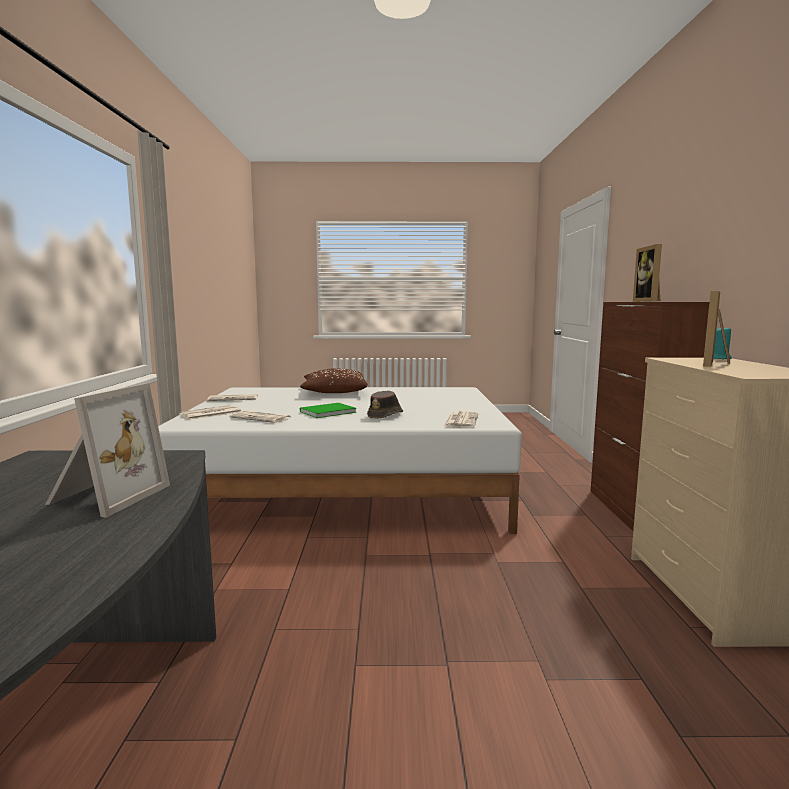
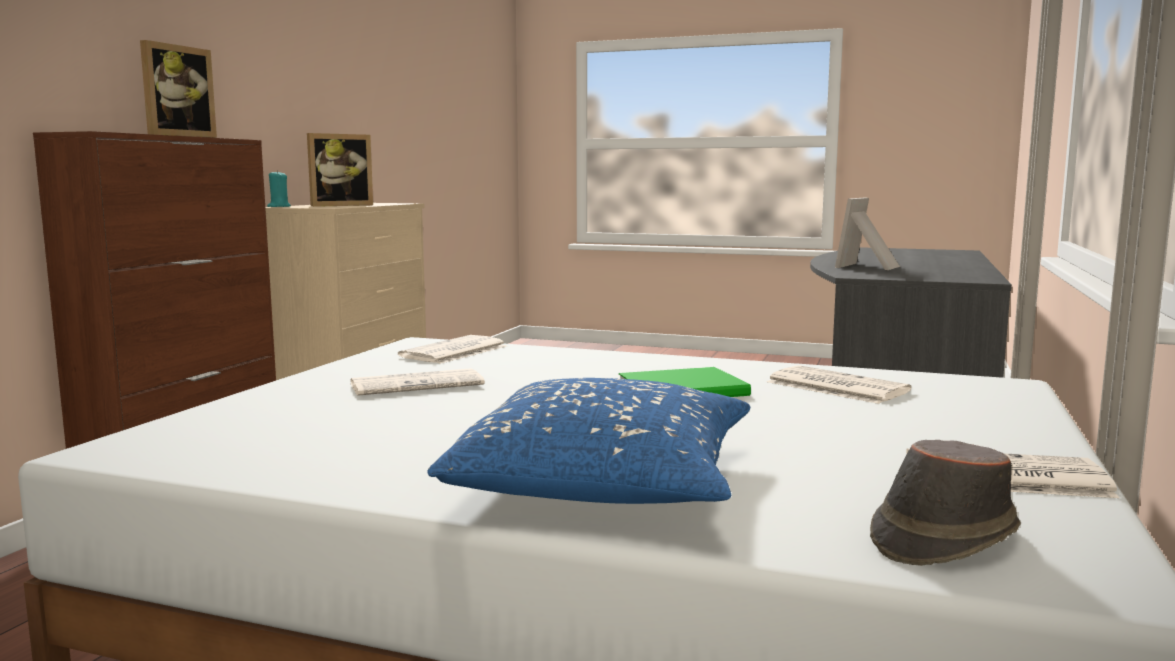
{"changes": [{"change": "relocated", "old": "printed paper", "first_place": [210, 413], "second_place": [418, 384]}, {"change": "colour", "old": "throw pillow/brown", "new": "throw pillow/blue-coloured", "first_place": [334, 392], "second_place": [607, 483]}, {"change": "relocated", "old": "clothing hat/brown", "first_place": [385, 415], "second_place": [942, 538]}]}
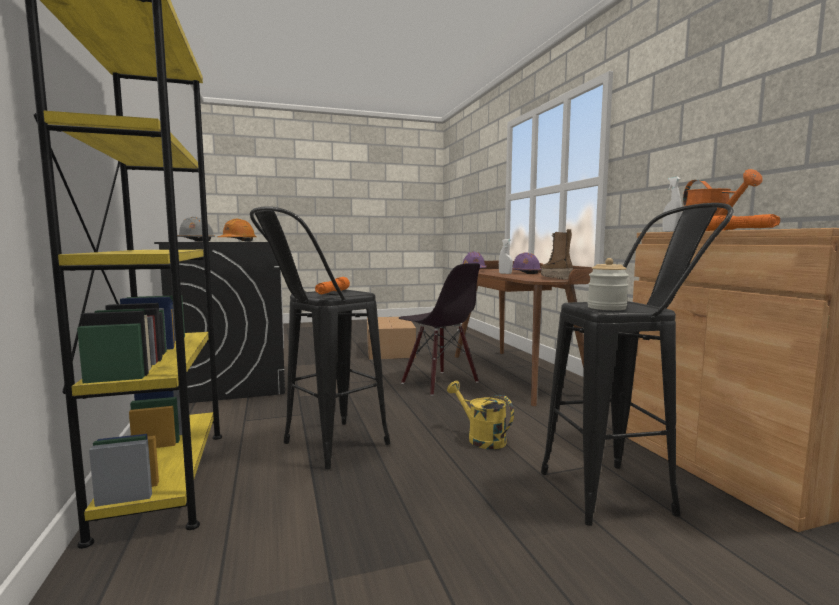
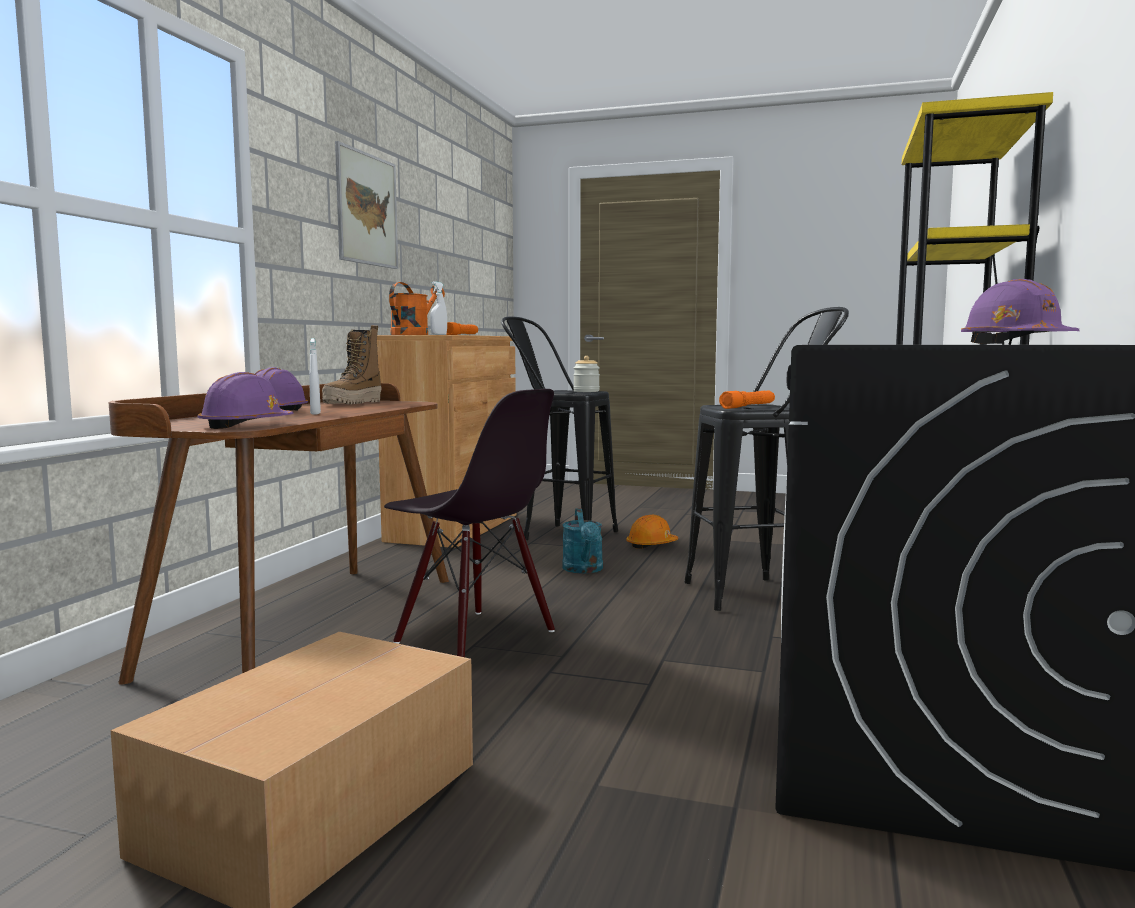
{"changes": [{"change": "colour", "old": "hard hat/greyish", "new": "hard hat/purplish", "first_place": [195, 241], "second_place": [1015, 343]}, {"change": "relocated", "old": "hard hat/orange-coloured", "first_place": [237, 241], "second_place": [651, 545]}, {"change": "spun", "old": "chair/black", "first_place": [439, 383], "second_place": [474, 638], "degrees": 135}, {"change": "colour", "old": "watering can/yellow-coloured", "new": "watering can/turquoise", "first_place": [481, 438], "second_place": [584, 570]}, {"change": "appeared", "new": "picture", "second_place": [367, 209]}]}
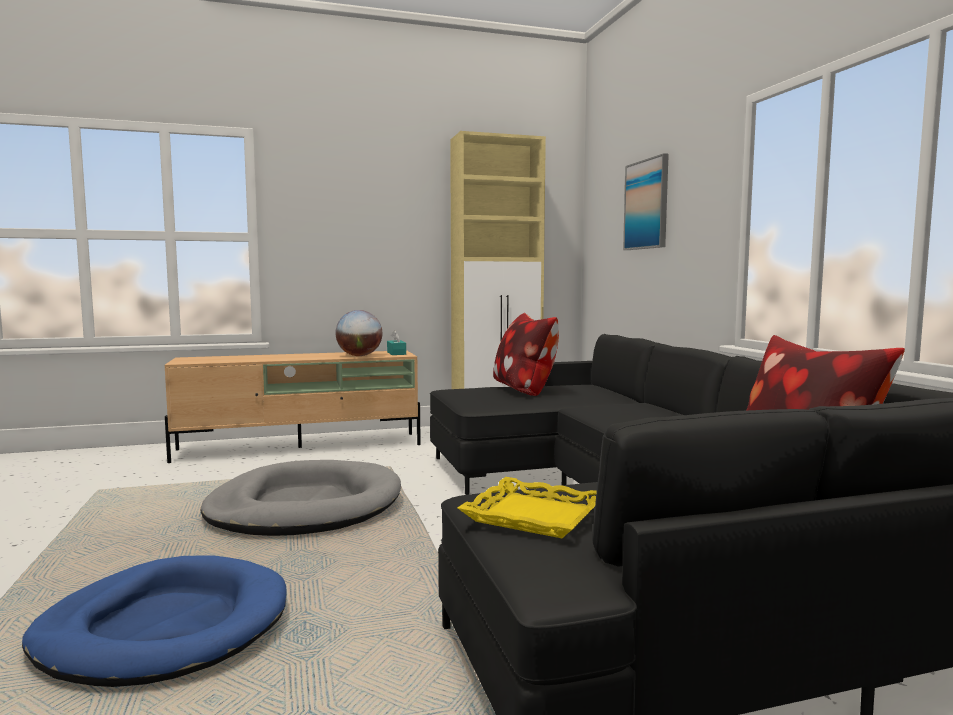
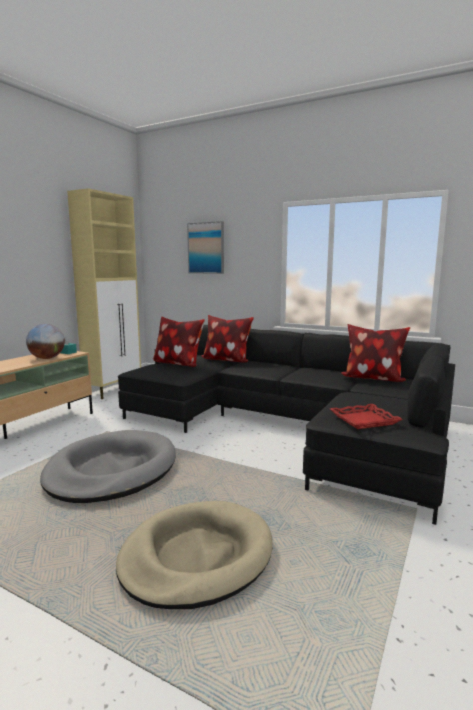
{"changes": [{"change": "colour", "old": "dog bed/blue-coloured", "new": "dog bed/beige-coloured", "first_place": [165, 627], "second_place": [196, 556]}, {"change": "colour", "old": "tray/yellow-coloured", "new": "tray/red", "first_place": [533, 516], "second_place": [364, 420]}, {"change": "appeared", "new": "throw pillow", "second_place": [226, 360]}]}
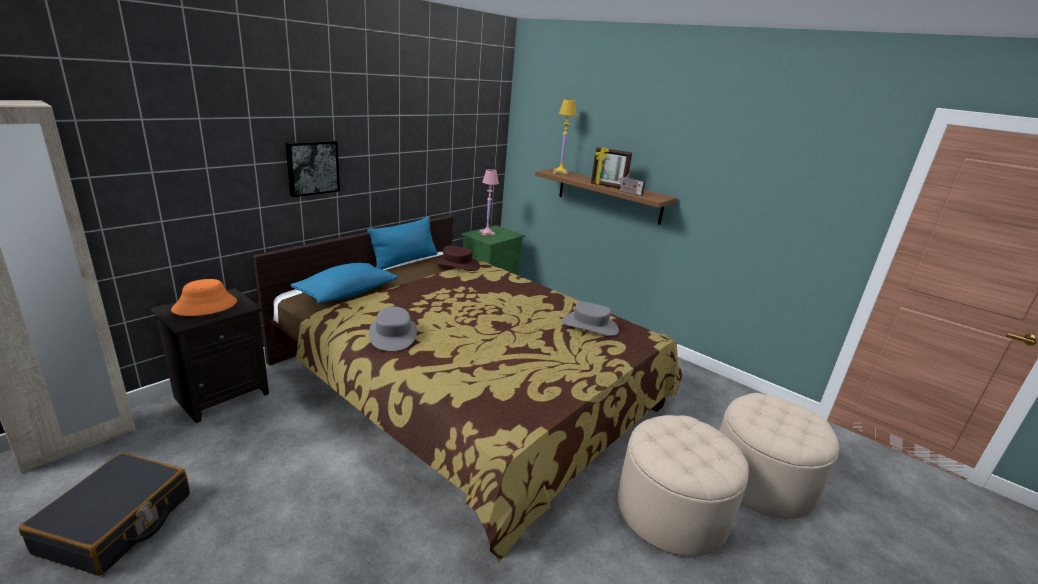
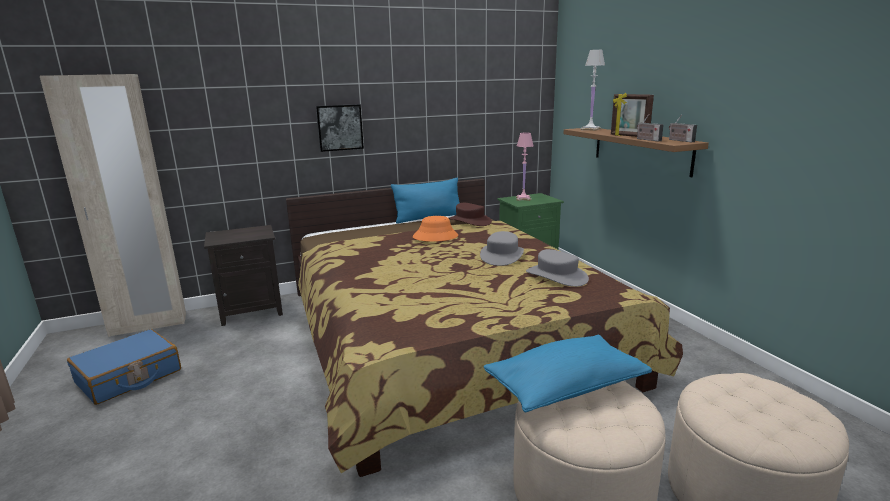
{"changes": [{"change": "colour", "old": "travel case/black", "new": "travel case/blue-coloured", "first_place": [117, 523], "second_place": [129, 377]}, {"change": "relocated", "old": "clothing hat/orange-coloured", "first_place": [205, 306], "second_place": [435, 237]}, {"change": "relocated", "old": "throw pillow/blue-coloured", "first_place": [346, 294], "second_place": [565, 388]}, {"change": "relocated", "old": "clothing hat/greyish", "first_place": [393, 335], "second_place": [502, 255]}, {"change": "colour", "old": "table lamp/yellow-coloured", "new": "table lamp/white", "first_place": [560, 172], "second_place": [590, 129]}, {"change": "appeared", "new": "radio receiver", "second_place": [680, 140]}]}
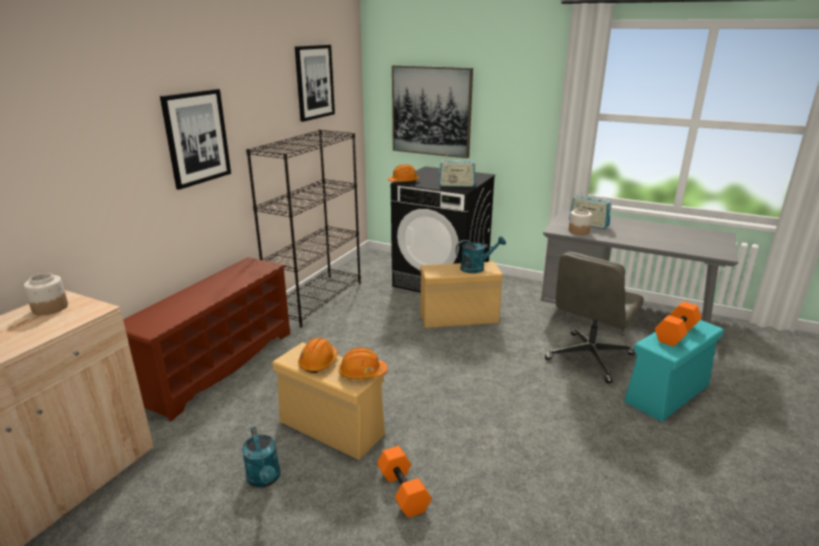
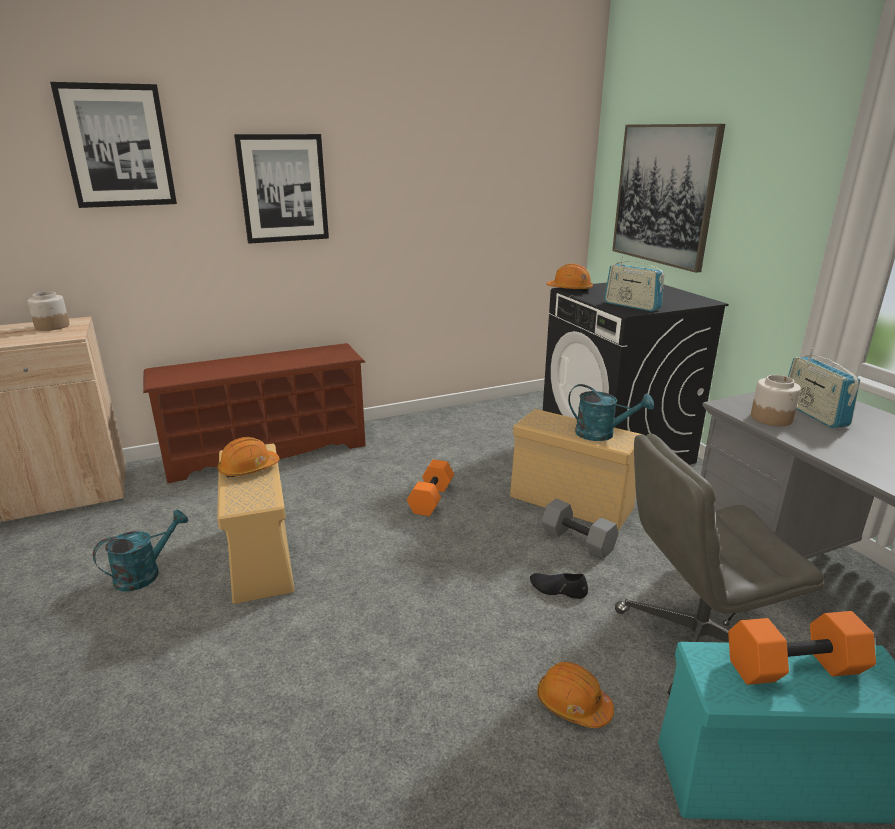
{"changes": [{"change": "spun", "old": "watering can/turquoise", "first_place": [265, 479], "second_place": [145, 573], "degrees": -150}, {"change": "missing", "old": "bookcase/black", "first_place": [316, 299]}, {"change": "relocated", "old": "picture", "first_place": [314, 82], "second_place": [117, 146]}, {"change": "relocated", "old": "hard hat/orange-coloured", "first_place": [362, 373], "second_place": [573, 704]}, {"change": "relocated", "old": "dumbbell/orange-coloured", "first_place": [404, 491], "second_place": [432, 499]}, {"change": "appeared", "new": "item of footwear/black", "second_place": [558, 589]}, {"change": "appeared", "new": "dumbbell/greyish", "second_place": [579, 540]}]}
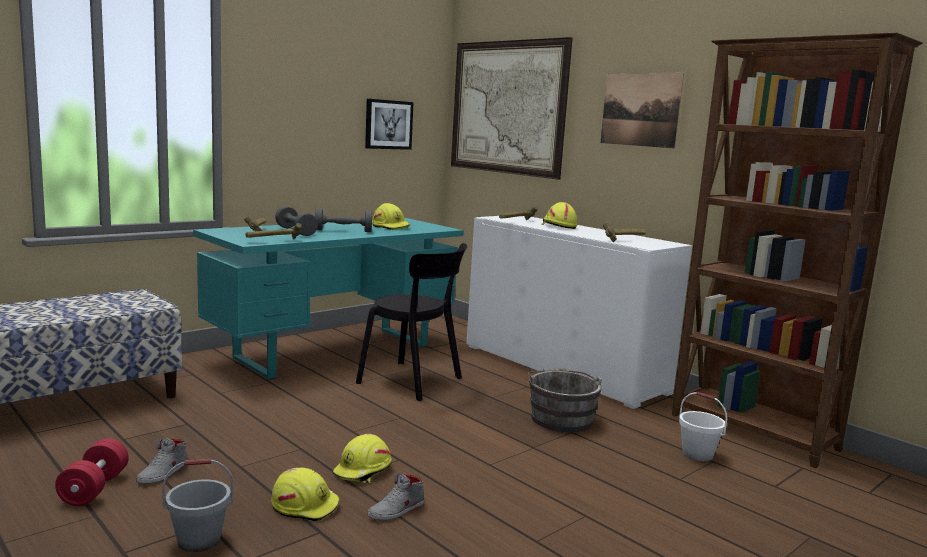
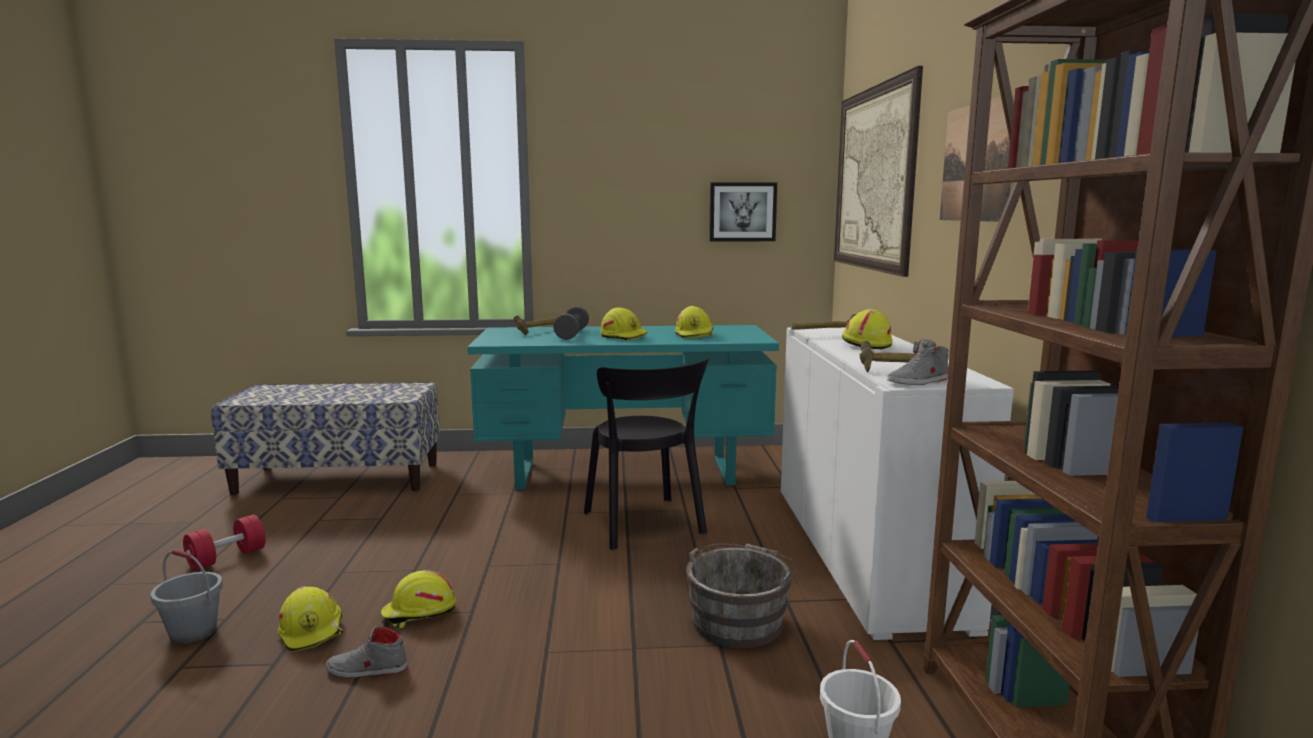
{"changes": [{"change": "relocated", "old": "item of footwear/greyish", "first_place": [163, 473], "second_place": [919, 381]}, {"change": "missing", "old": "hammer", "first_place": [273, 241]}, {"change": "exchanged", "old": "dumbbell/greyish", "new": "hard hat/yellow-coloured", "first_place": [343, 231], "second_place": [624, 336]}]}
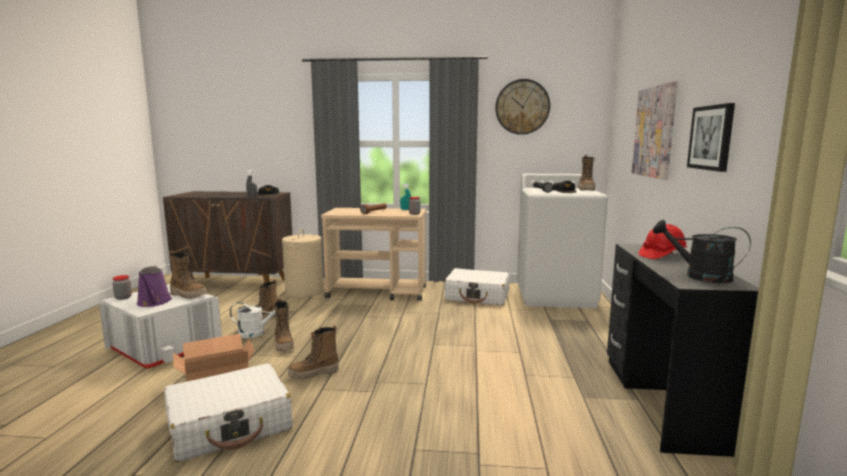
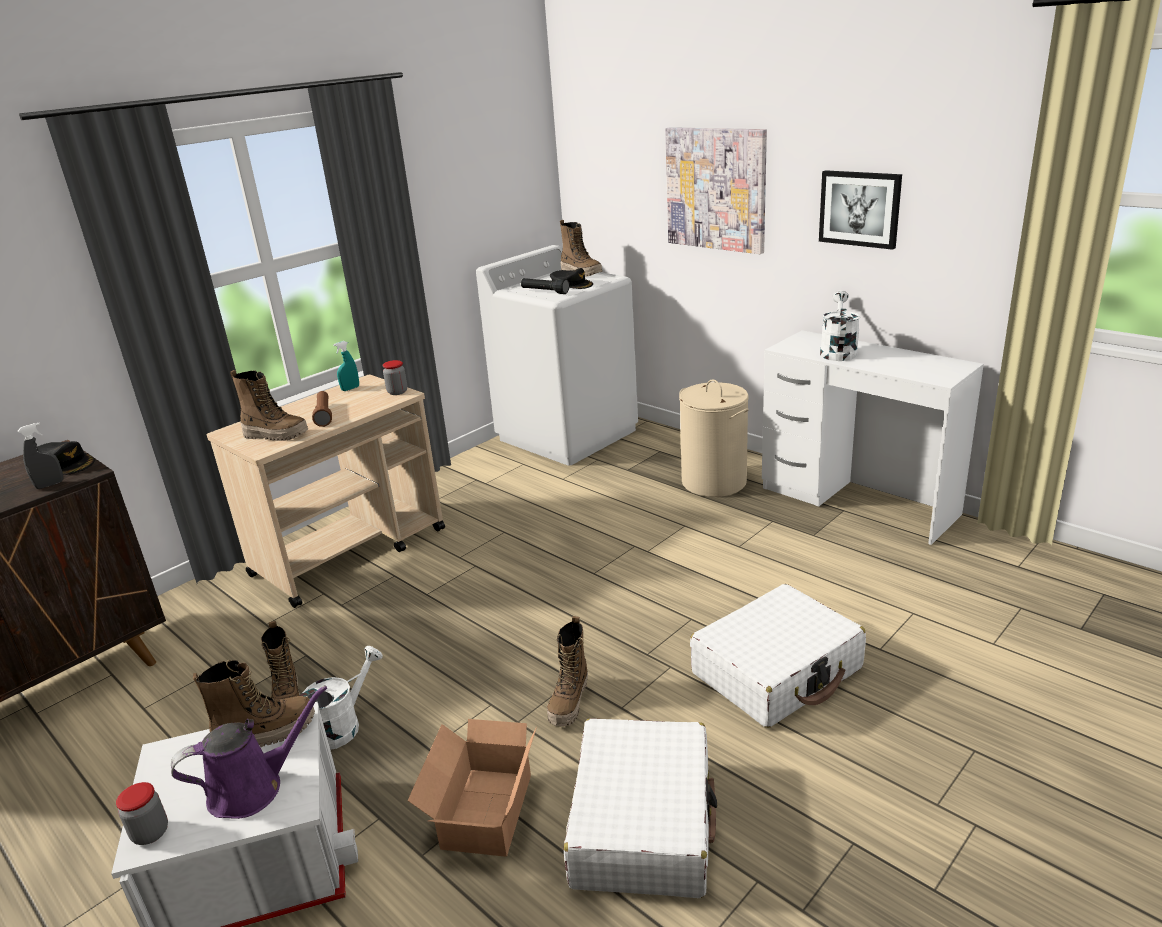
{"changes": [{"change": "spun", "old": "watering can/purplish", "first_place": [154, 303], "second_place": [253, 788], "degrees": -45}, {"change": "relocated", "old": "tall boot", "first_place": [283, 345], "second_place": [276, 435]}, {"change": "relocated", "old": "laundry basket/beige-coloured", "first_place": [304, 291], "second_place": [713, 482]}, {"change": "relocated", "old": "travel case/white", "first_place": [477, 296], "second_place": [777, 671]}, {"change": "missing", "old": "clock on the wall", "first_place": [522, 107]}, {"change": "colour", "old": "desk unit/black", "new": "desk unit/white", "first_place": [663, 401], "second_place": [858, 501]}, {"change": "exchanged", "old": "hard hat/red", "new": "watering can/white", "first_place": [661, 255], "second_place": [838, 351]}, {"change": "missing", "old": "watering can/black", "first_place": [699, 276]}]}
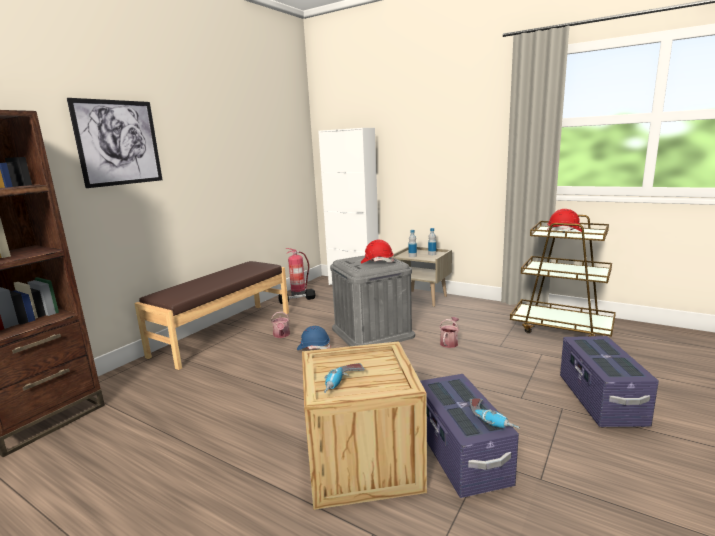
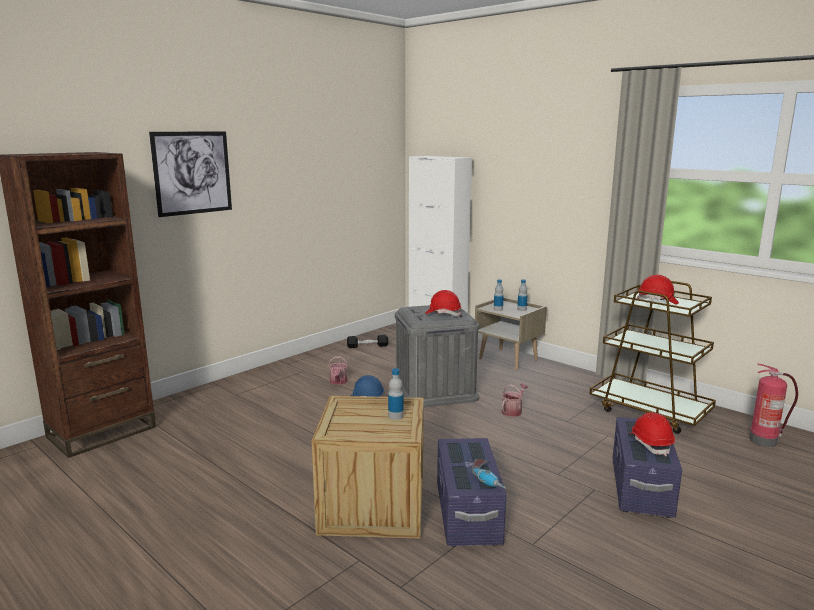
{"changes": [{"change": "missing", "old": "bench/brown", "first_place": [223, 333]}, {"change": "relocated", "old": "extinguisher", "first_place": [299, 294], "second_place": [764, 441]}, {"change": "missing", "old": "electric drill", "first_place": [342, 384]}, {"change": "appeared", "new": "drink bottle", "second_place": [395, 416]}, {"change": "appeared", "new": "hard hat/red", "second_place": [650, 443]}]}
